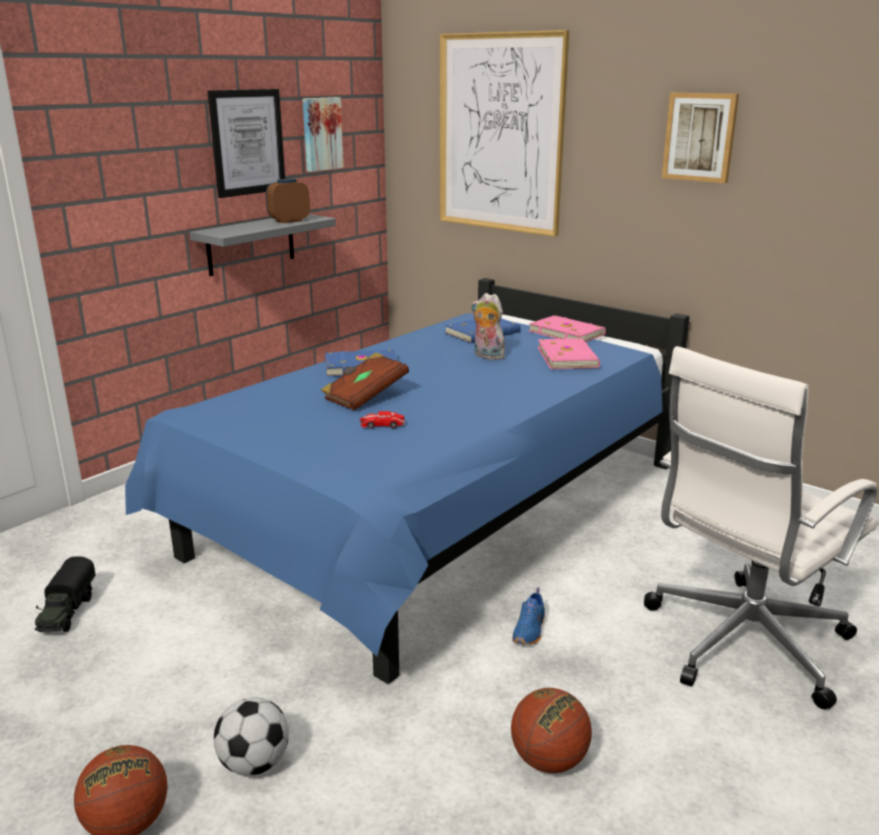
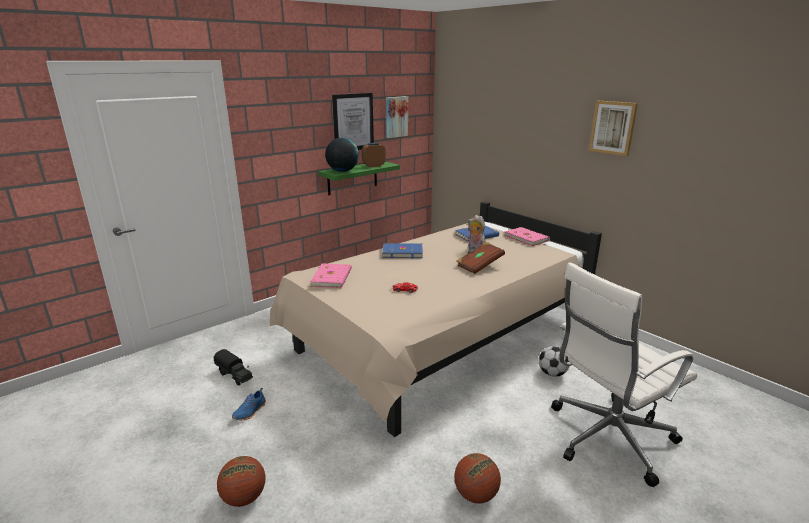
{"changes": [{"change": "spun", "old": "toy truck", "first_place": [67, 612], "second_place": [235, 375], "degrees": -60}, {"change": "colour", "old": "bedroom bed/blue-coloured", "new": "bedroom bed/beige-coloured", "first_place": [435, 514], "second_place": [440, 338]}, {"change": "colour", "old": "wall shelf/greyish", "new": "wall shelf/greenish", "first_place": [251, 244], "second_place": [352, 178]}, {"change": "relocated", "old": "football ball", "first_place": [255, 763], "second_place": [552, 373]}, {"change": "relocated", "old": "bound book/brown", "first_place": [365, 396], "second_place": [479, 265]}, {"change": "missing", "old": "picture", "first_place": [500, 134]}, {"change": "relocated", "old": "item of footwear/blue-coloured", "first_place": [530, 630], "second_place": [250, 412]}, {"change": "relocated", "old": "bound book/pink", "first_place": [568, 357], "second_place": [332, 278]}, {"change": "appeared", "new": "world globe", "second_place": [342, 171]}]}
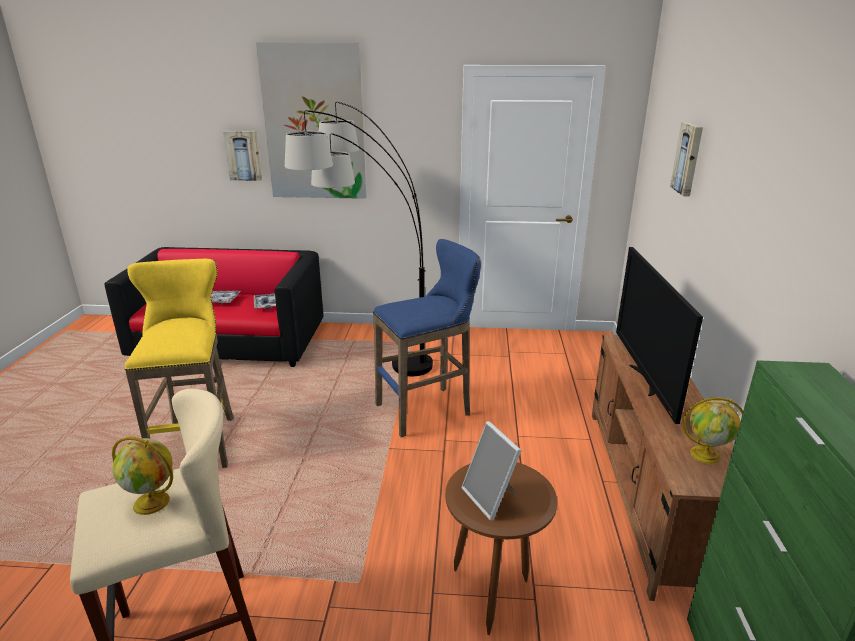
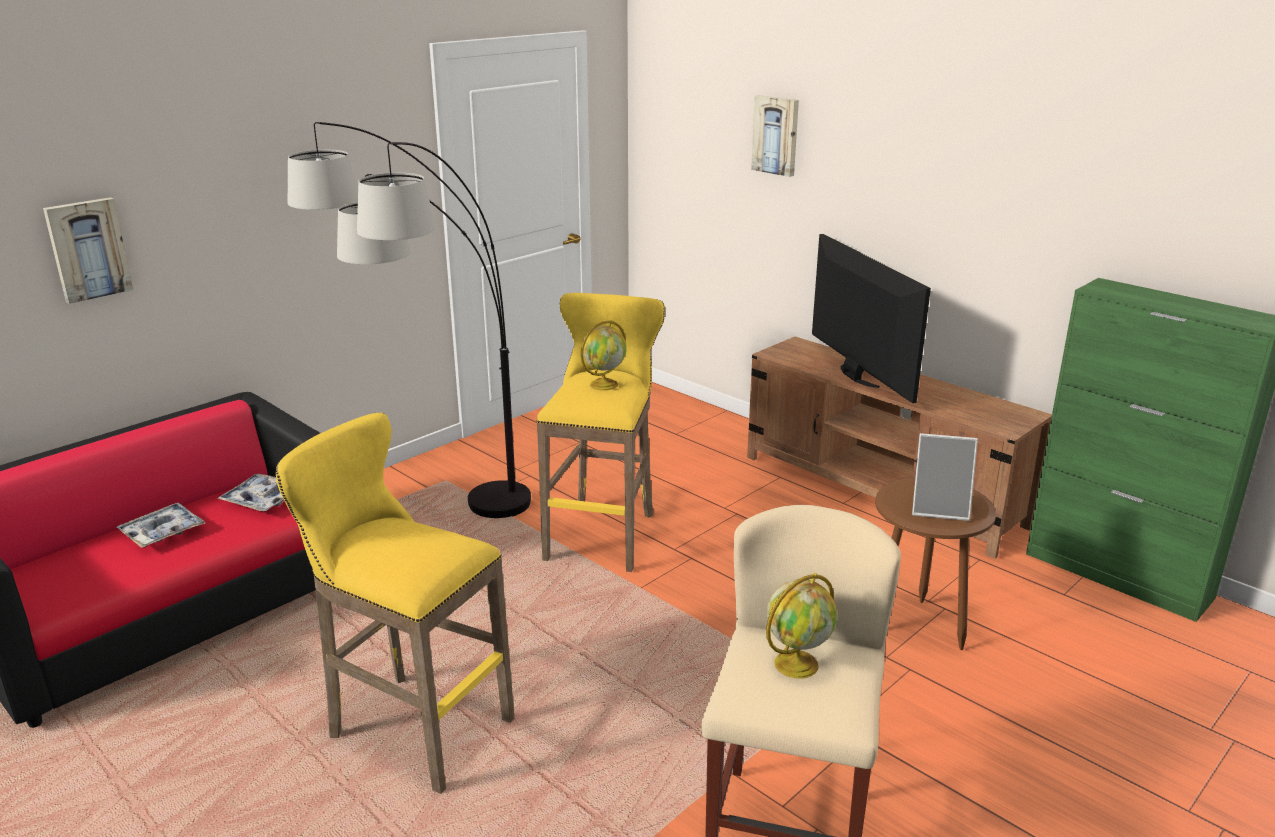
{"changes": [{"change": "missing", "old": "picture", "first_place": [314, 123]}, {"change": "colour", "old": "stool/blue-coloured", "new": "stool/yellow-coloured", "first_place": [427, 409], "second_place": [603, 533]}, {"change": "spun", "old": "TV", "first_place": [645, 380], "second_place": [855, 376], "degrees": -150}, {"change": "relocated", "old": "world globe", "first_place": [706, 455], "second_place": [604, 384]}]}
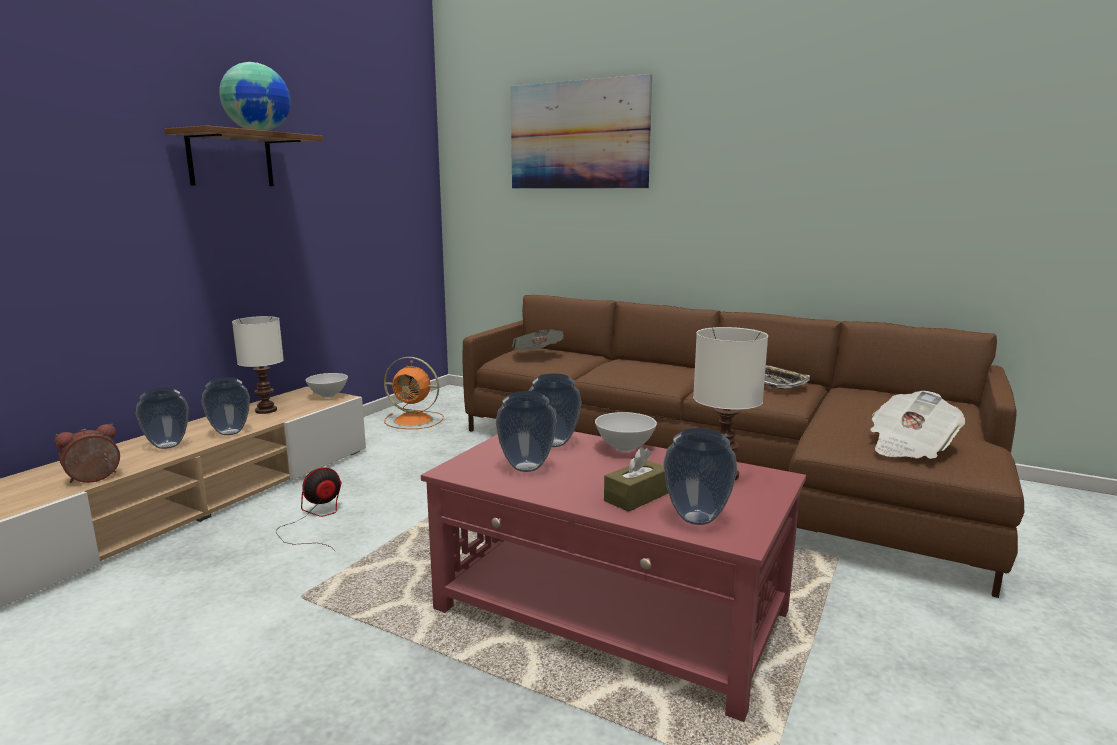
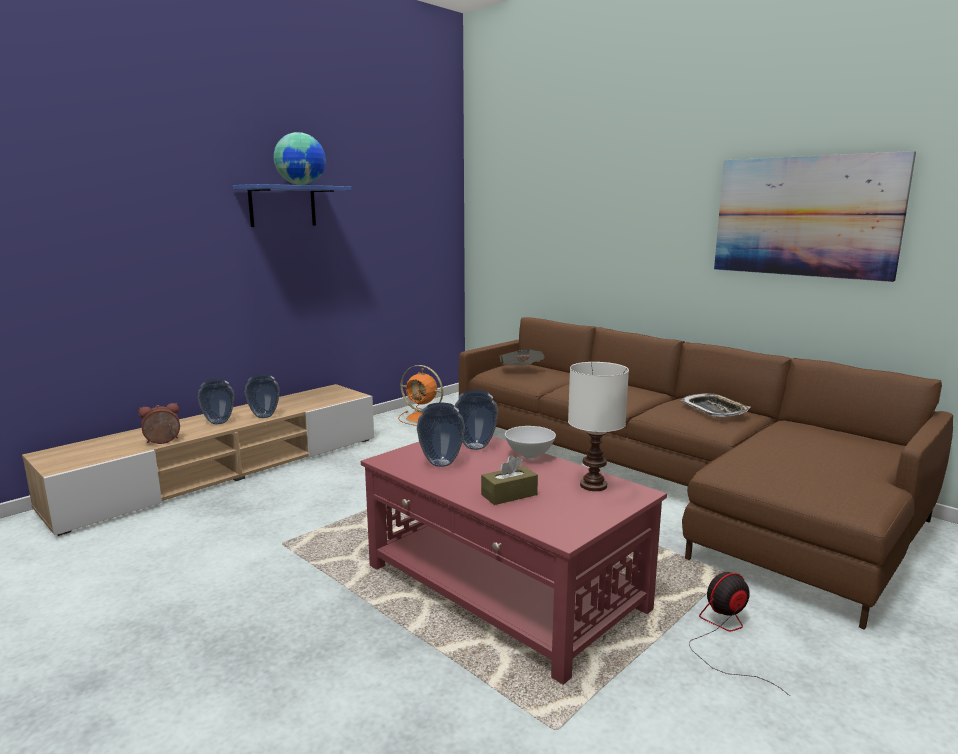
{"changes": [{"change": "colour", "old": "wall shelf/brown", "new": "wall shelf/blue-coloured", "first_place": [230, 159], "second_place": [282, 206]}, {"change": "missing", "old": "table lamp/white", "first_place": [267, 410]}, {"change": "relocated", "old": "cooling fan", "first_place": [315, 519], "second_place": [725, 635]}, {"change": "missing", "old": "bowl/white", "first_place": [328, 396]}, {"change": "relocated", "old": "picture", "first_place": [578, 135], "second_place": [805, 216]}, {"change": "missing", "old": "flower vase", "first_place": [698, 519]}, {"change": "missing", "old": "printed paper", "first_place": [909, 447]}]}
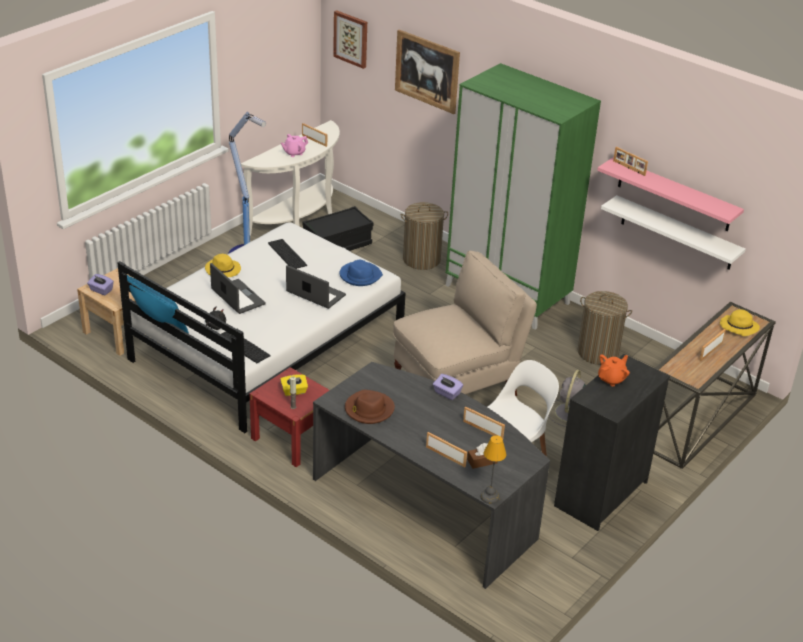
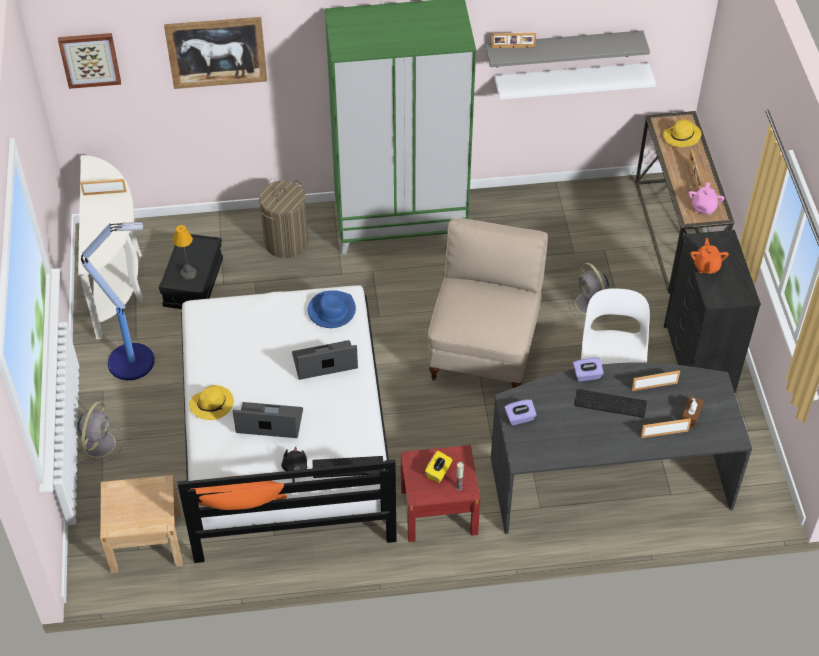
{"changes": [{"change": "relocated", "old": "box of tissues/purplish", "first_place": [101, 290], "second_place": [519, 418]}, {"change": "colour", "old": "throw pillow/blue-coloured", "new": "throw pillow/orange-coloured", "first_place": [158, 320], "second_place": [238, 505]}, {"change": "relocated", "old": "keyboard", "first_place": [286, 254], "second_place": [609, 404]}, {"change": "relocated", "old": "tea pot/pink", "first_place": [294, 153], "second_place": [703, 207]}, {"change": "missing", "old": "clothing hat/brown", "first_place": [369, 409]}, {"change": "relocated", "old": "table lamp", "first_place": [490, 497], "second_place": [189, 273]}, {"change": "missing", "old": "laundry basket", "first_place": [598, 352]}, {"change": "colour", "old": "wall shelf/pink", "new": "wall shelf/greyish", "first_place": [674, 195], "second_place": [563, 49]}, {"change": "appeared", "new": "cooling fan/greyish", "second_place": [99, 443]}]}
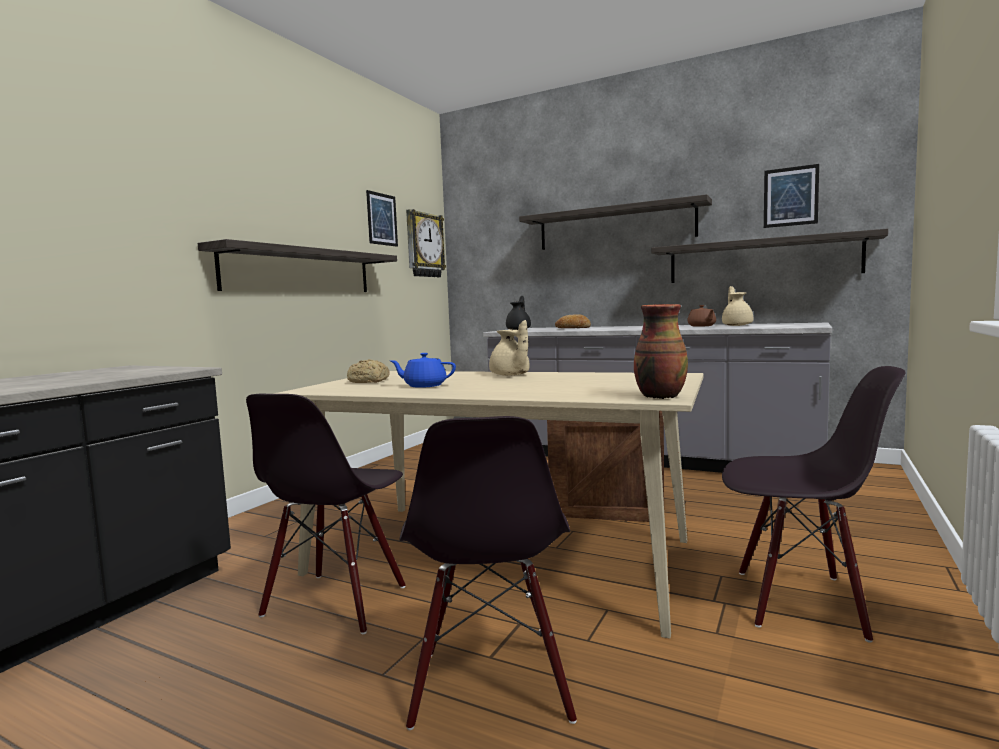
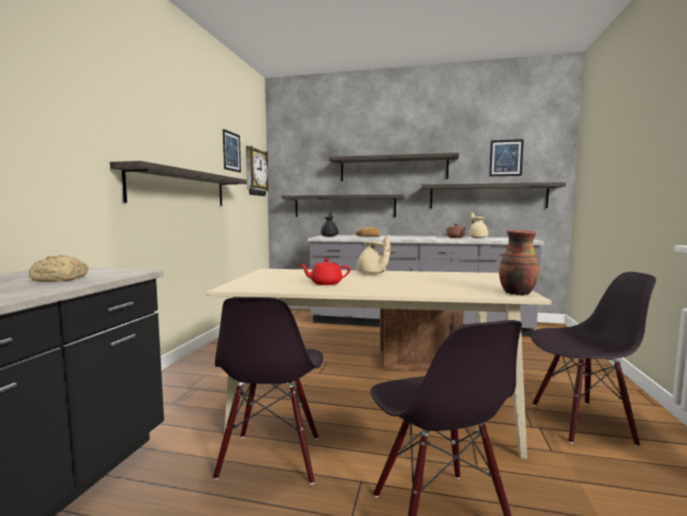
{"changes": [{"change": "relocated", "old": "baked bread", "first_place": [369, 381], "second_place": [61, 279]}, {"change": "colour", "old": "tea pot/blue-coloured", "new": "tea pot/red", "first_place": [424, 386], "second_place": [325, 283]}, {"change": "appeared", "new": "wall shelf", "second_place": [344, 206]}]}
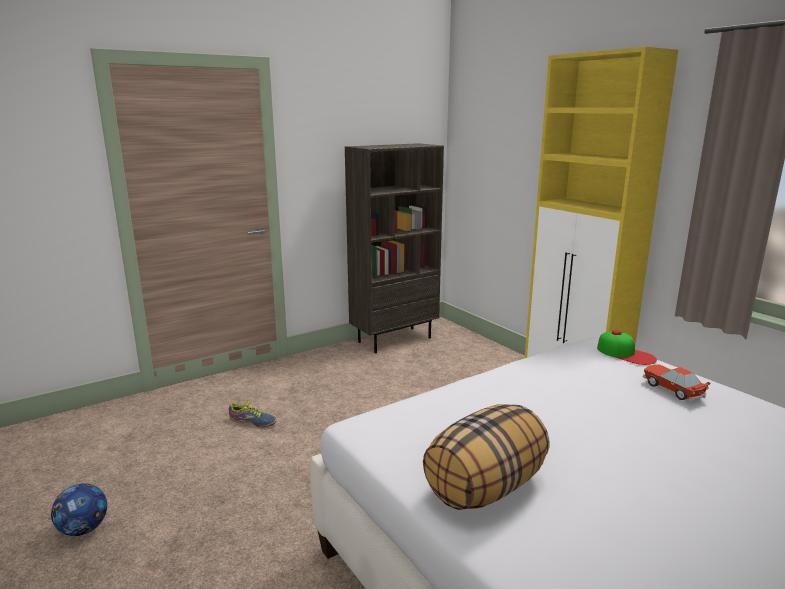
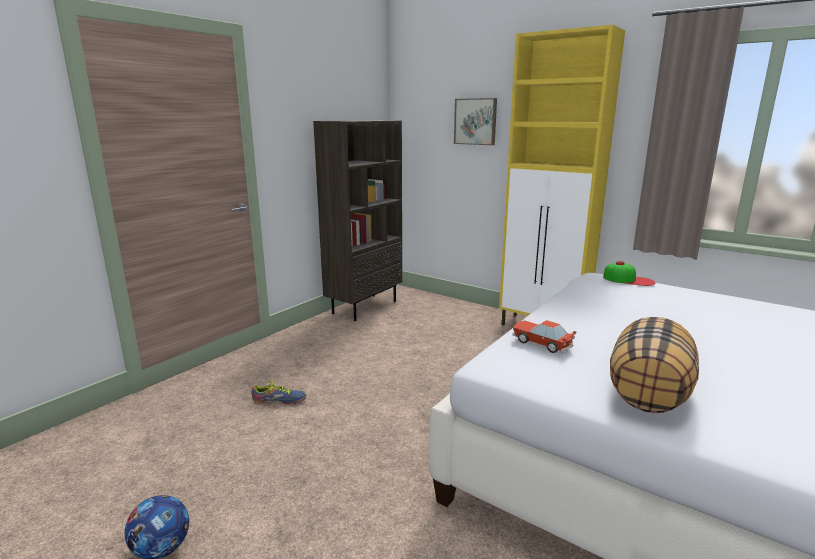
{"changes": [{"change": "relocated", "old": "model car", "first_place": [672, 389], "second_place": [541, 343]}, {"change": "appeared", "new": "picture", "second_place": [476, 121]}]}
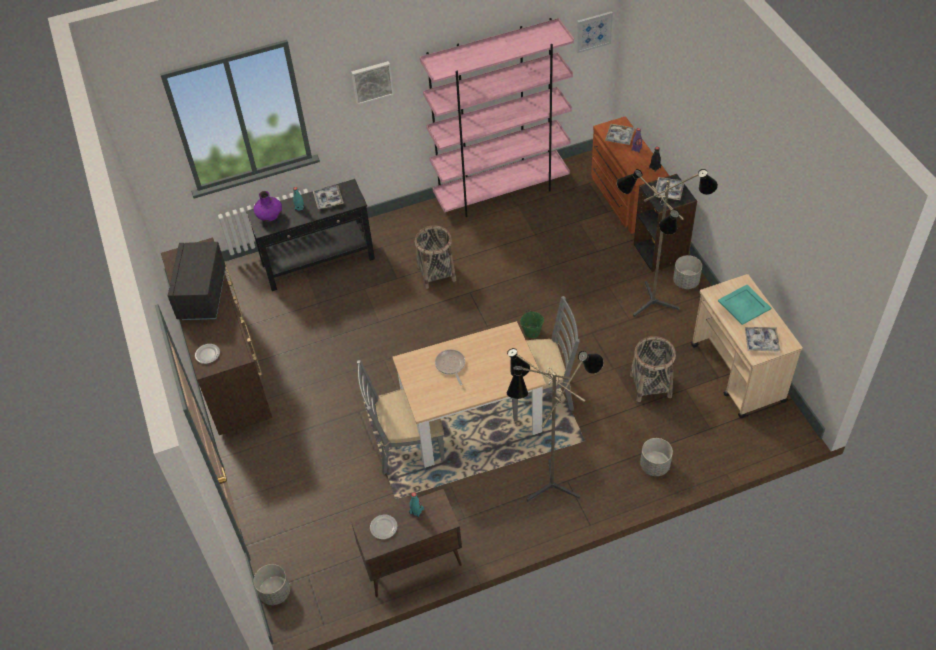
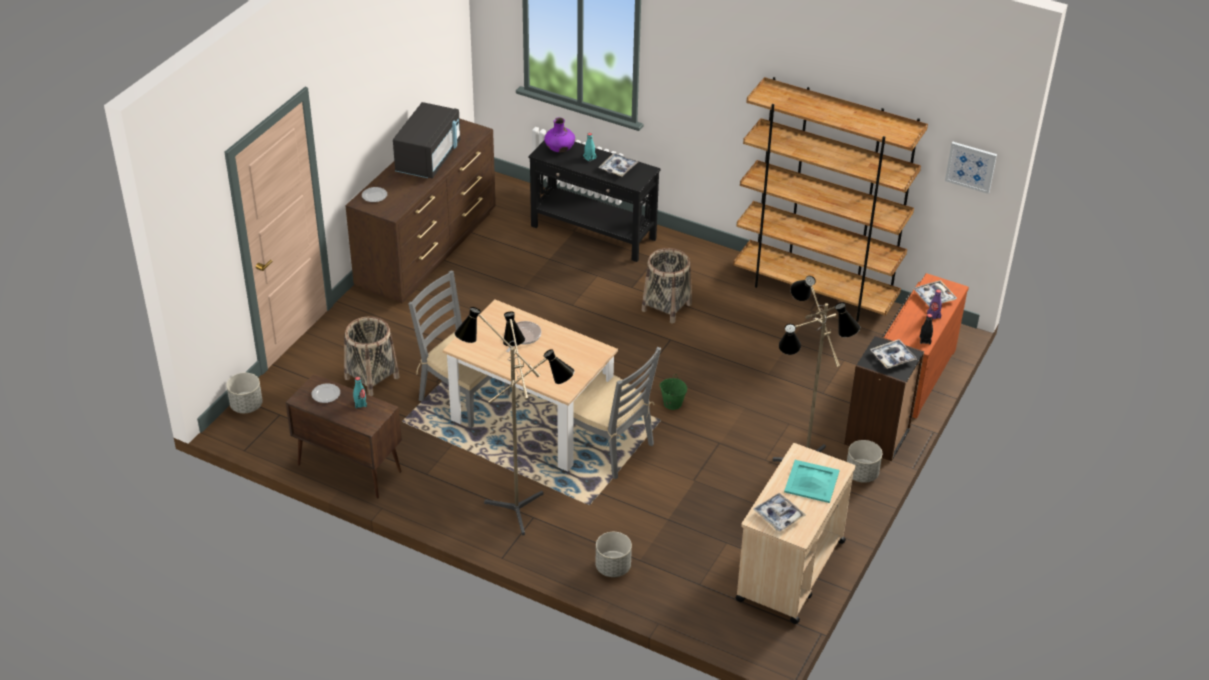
{"changes": [{"change": "spun", "old": "kitchen microwave/black", "first_place": [202, 295], "second_place": [428, 158], "degrees": 150}, {"change": "missing", "old": "picture", "first_place": [372, 81]}, {"change": "colour", "old": "bookcase/pink", "new": "bookcase/brown", "first_place": [502, 192], "second_place": [815, 291]}, {"change": "relocated", "old": "storage basket", "first_place": [650, 385], "second_place": [372, 377]}]}
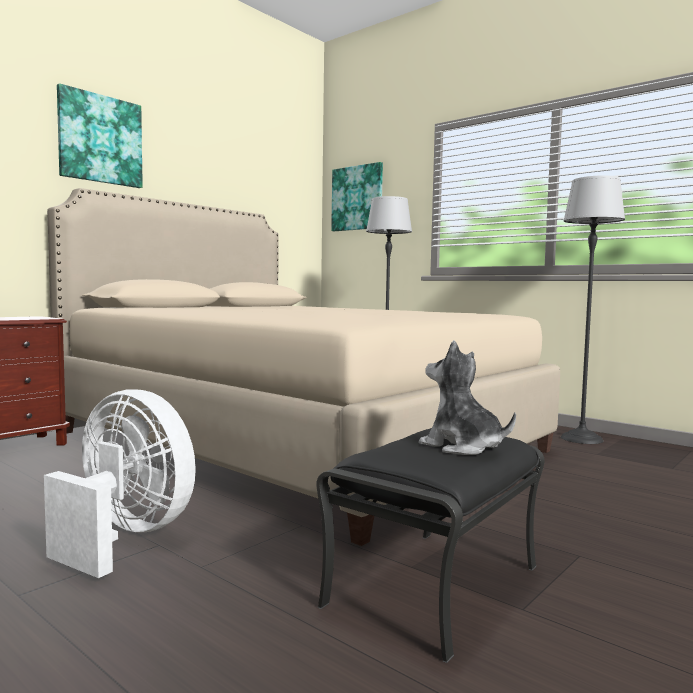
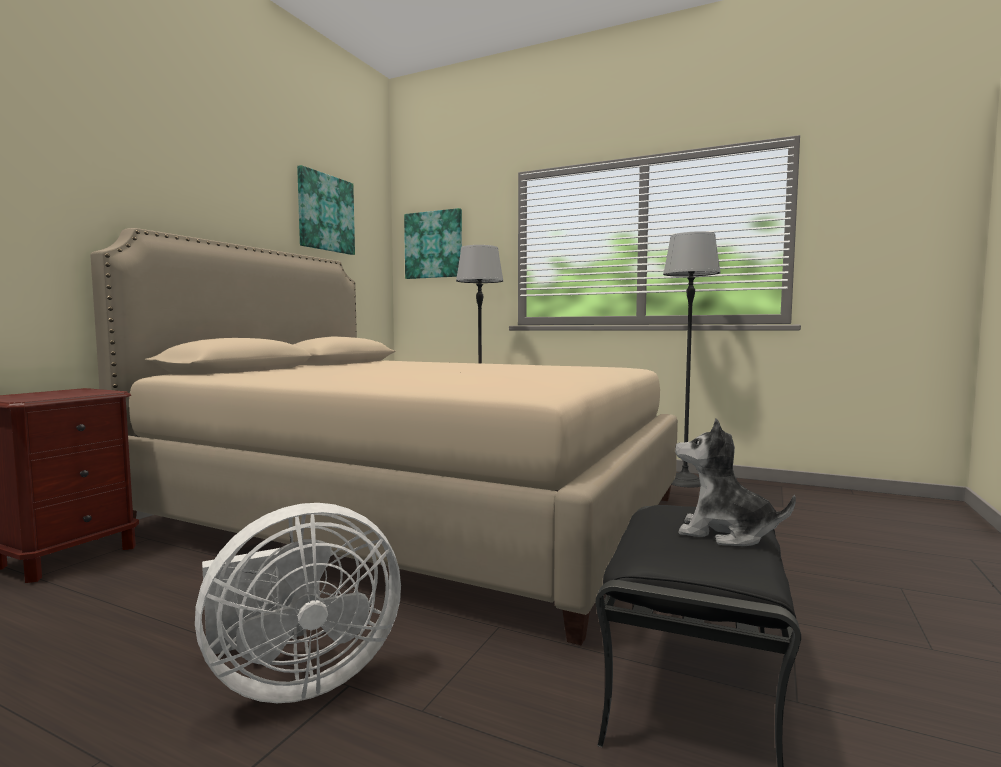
{"changes": [{"change": "spun", "old": "cooling fan/white", "first_place": [125, 537], "second_place": [296, 680], "degrees": 135}, {"change": "relocated", "old": "picture", "first_place": [100, 139], "second_place": [325, 213]}]}
